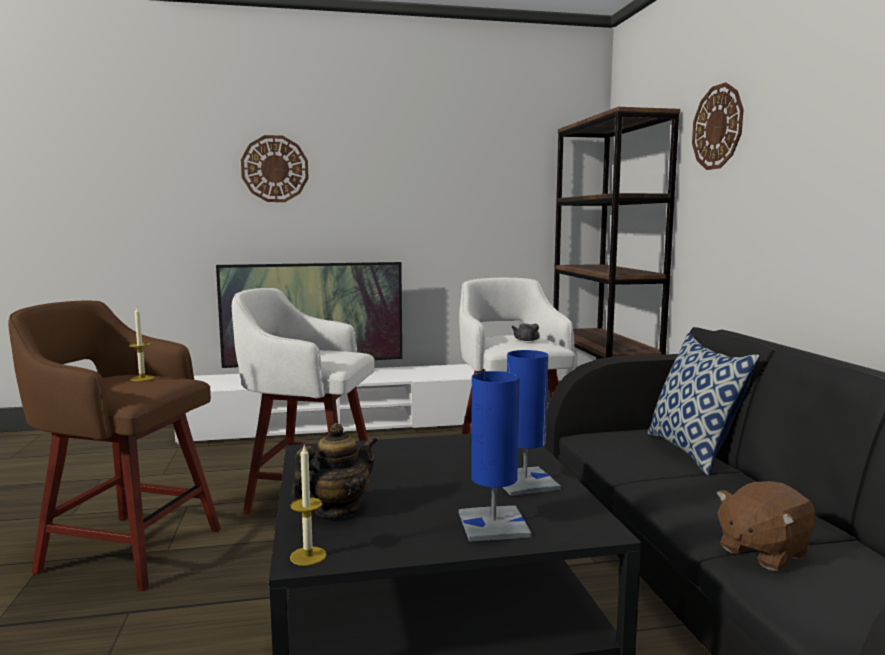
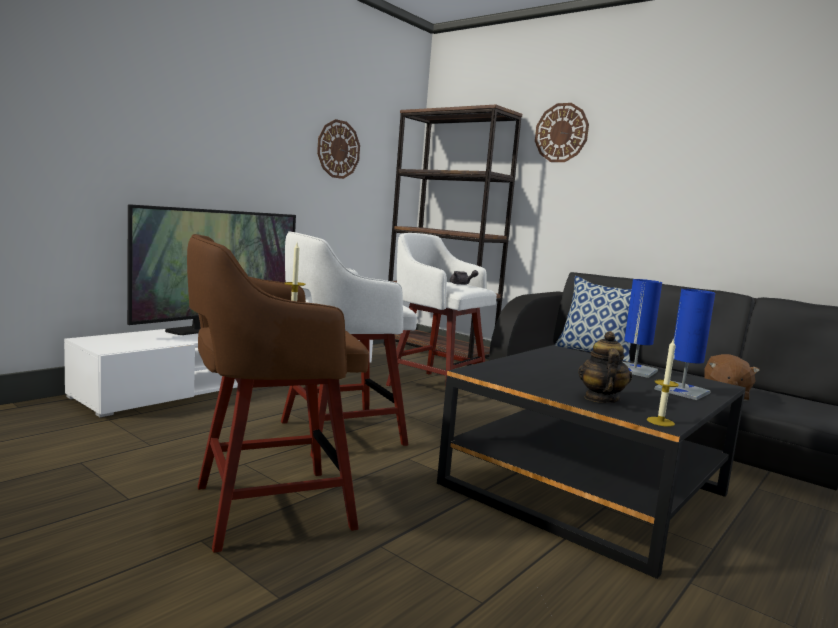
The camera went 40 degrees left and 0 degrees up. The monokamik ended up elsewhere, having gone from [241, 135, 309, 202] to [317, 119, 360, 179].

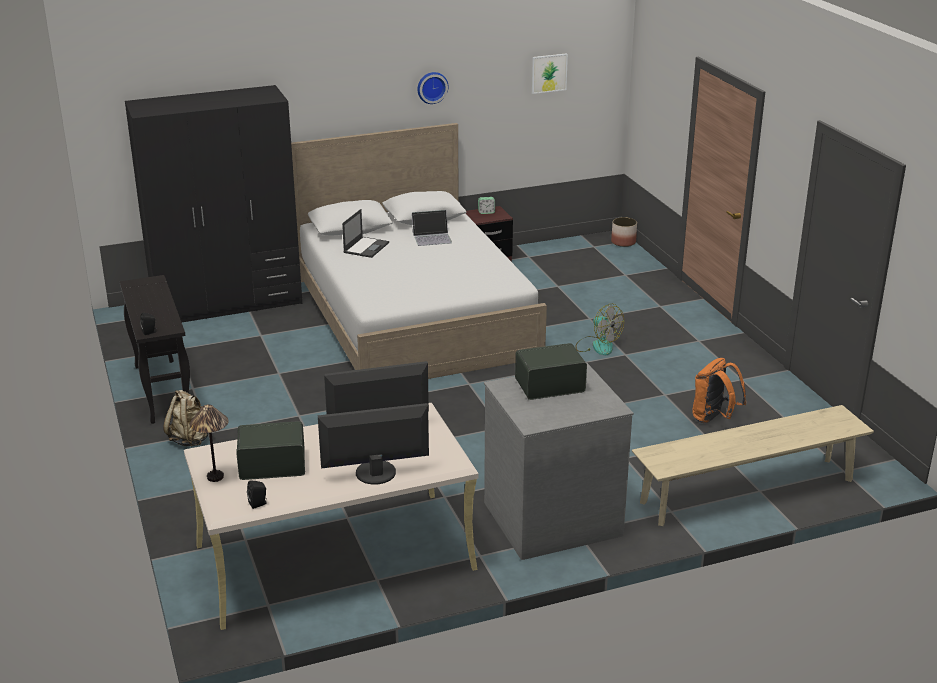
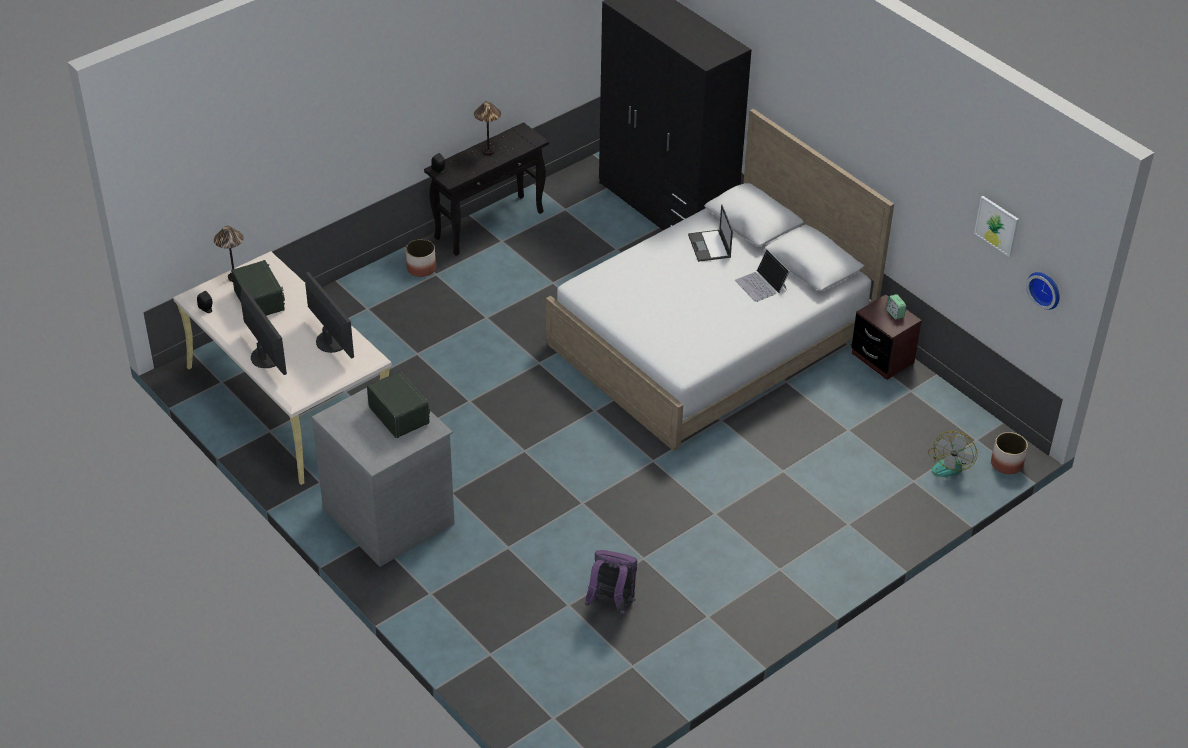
The camera went 70 degrees right and 15 degrees up. Where the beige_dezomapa stood at [163, 390, 208, 446], the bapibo came to stand at [406, 239, 436, 277]. The second view gained the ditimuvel at [474, 101, 501, 155]. What was the orange_dezomapa at [692, 358, 746, 423] turned into the purple_dezomapa at [585, 550, 637, 616]. The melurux at [342, 209, 389, 258] ended up facing another way, 75 degrees clockwise from before. The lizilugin ended up elsewhere, having gone from [576, 304, 624, 355] to [928, 431, 977, 477]. The monokamik ended up elsewhere, having gone from [417, 72, 449, 104] to [1026, 272, 1060, 310]. The second view lost the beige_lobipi at [632, 405, 874, 526].

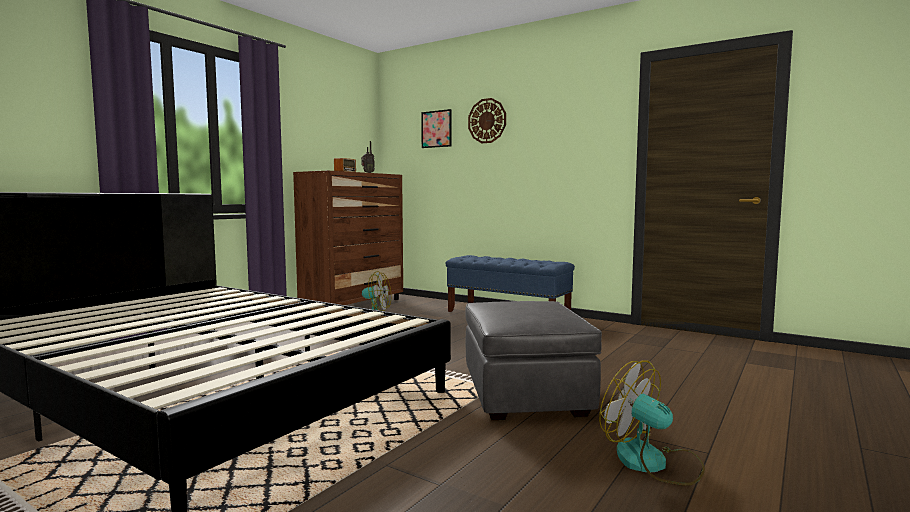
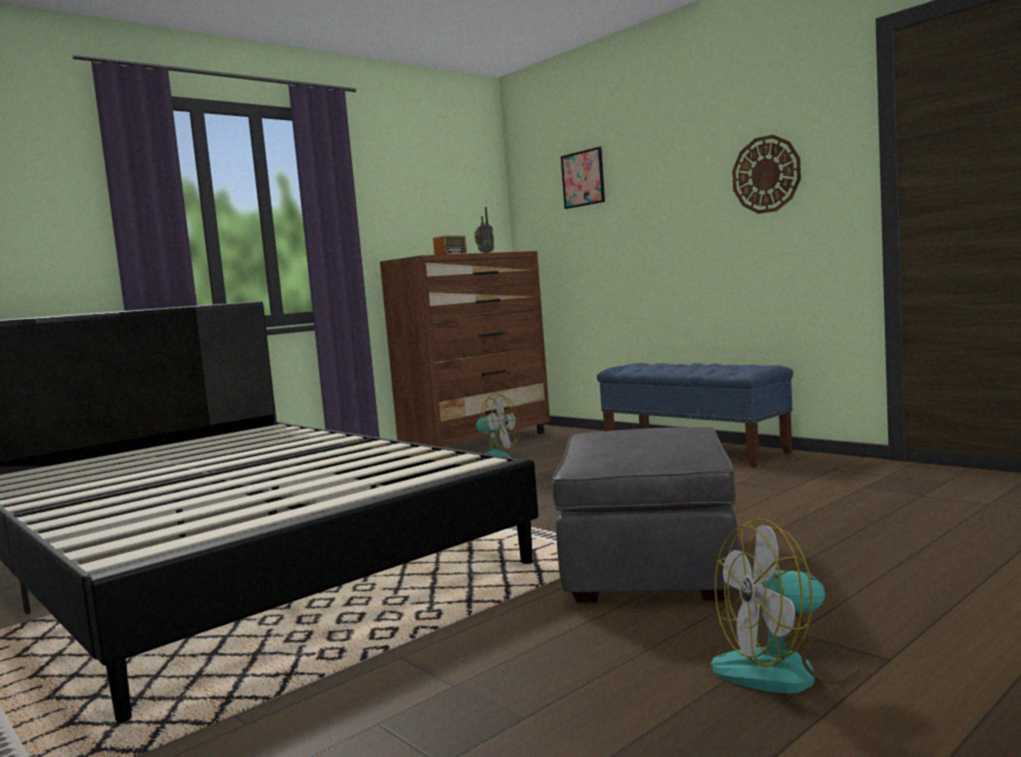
The camera went 15 degrees right and 0 degrees up. The lizilugin at [599, 360, 705, 486] ended up facing another way, 75 degrees counterclockwise from before. The monokamik ended up elsewhere, having gone from [468, 98, 506, 143] to [732, 135, 801, 214].

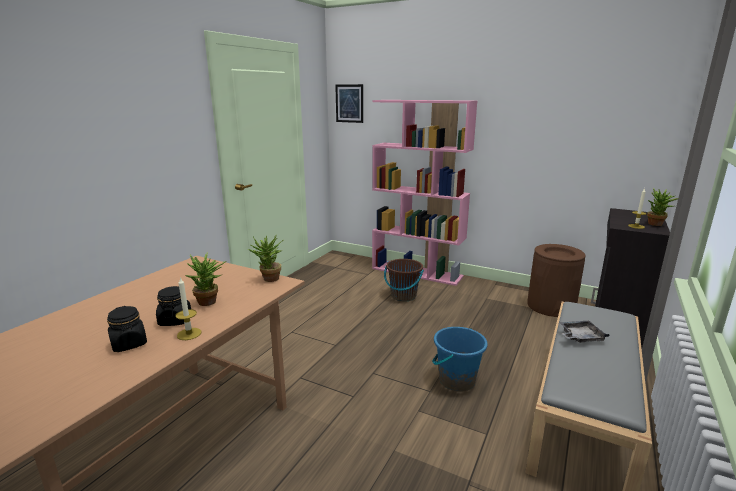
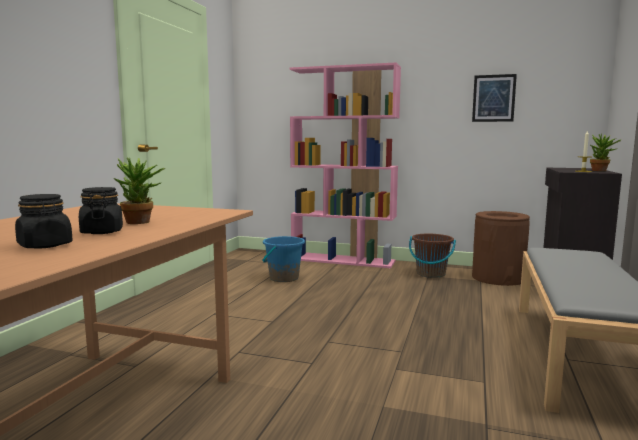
The camera went 10 degrees left and 10 degrees down. The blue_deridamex ended up elsewhere, having gone from [432, 327, 488, 392] to [262, 236, 305, 282]. The brown_deridamex ended up elsewhere, having gone from [384, 259, 424, 302] to [409, 234, 456, 278]. The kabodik ended up elsewhere, having gone from [335, 84, 363, 123] to [472, 74, 517, 122]. The second view lost the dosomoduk at [175, 277, 201, 340]. The second view lost the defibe at [248, 234, 283, 282]. The second view lost the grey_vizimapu at [559, 321, 610, 343].

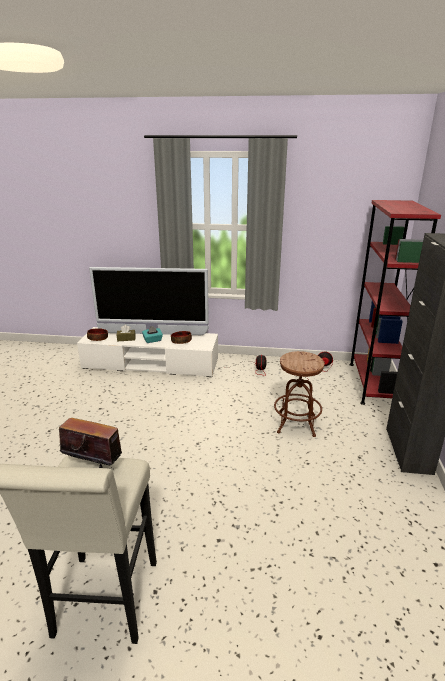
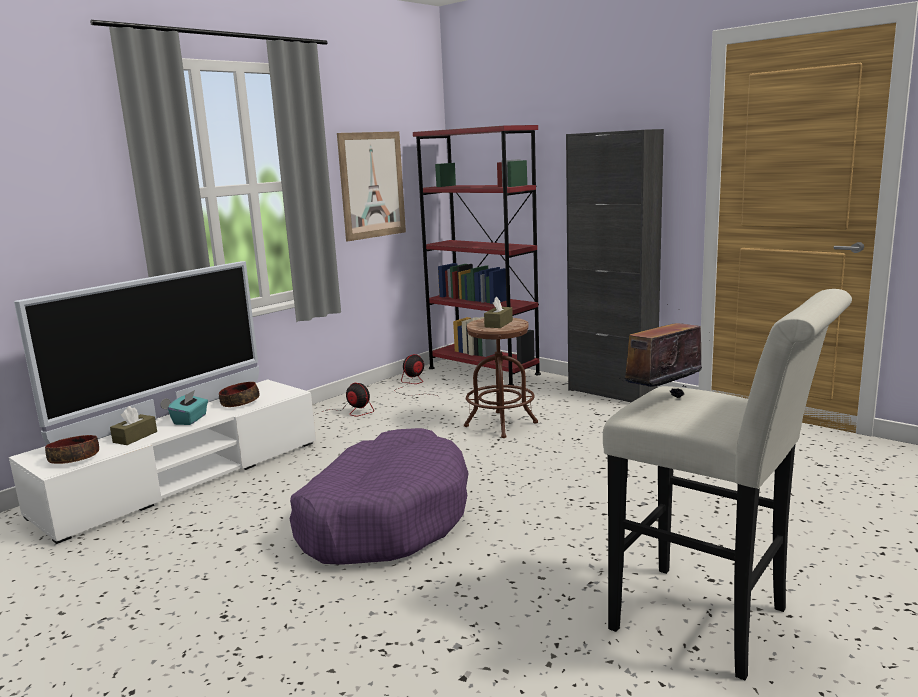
The camera went 55 degrees left and 10 degrees down. The second view gained the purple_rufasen at [289, 428, 469, 565]. The second view gained the kabodik at [337, 132, 406, 241]. The second view gained the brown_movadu at [484, 297, 513, 328].

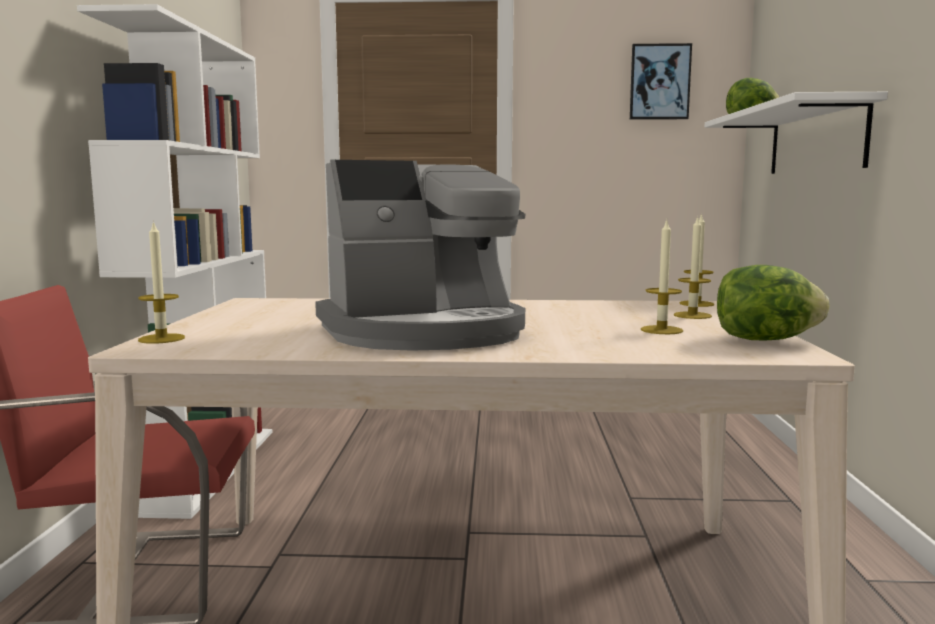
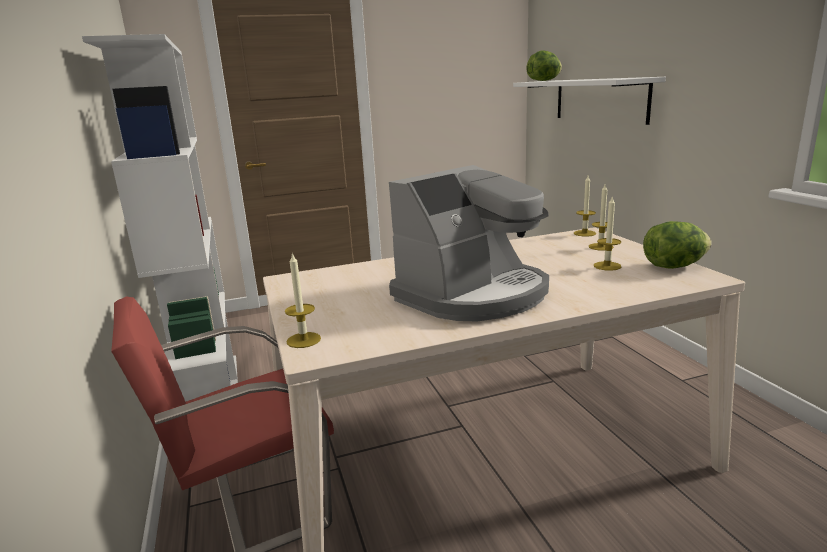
The camera went 20 degrees left and 10 degrees up. The second view lost the kabodik at [630, 43, 692, 120].

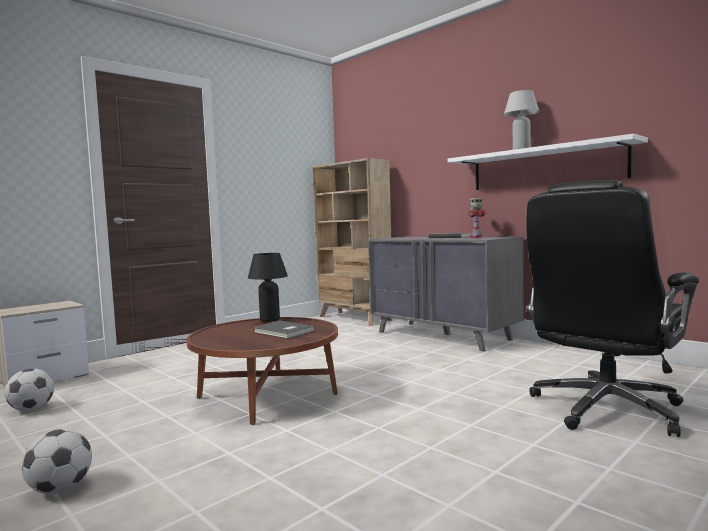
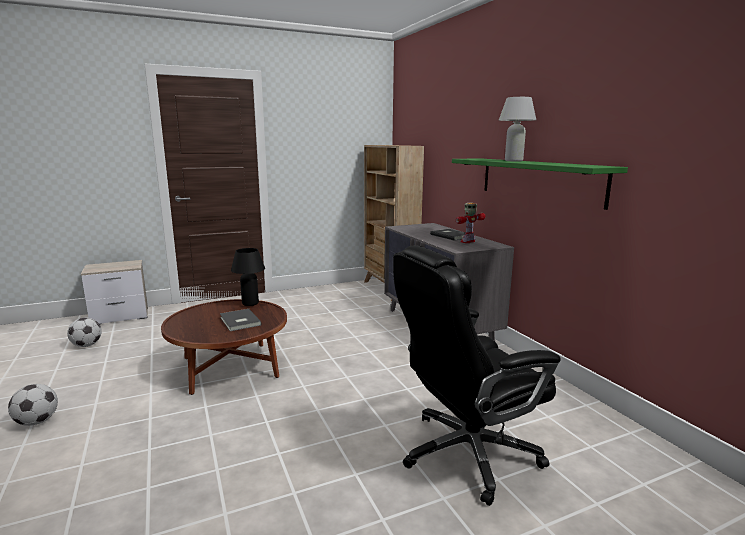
The camera went 20 degrees right and 10 degrees up. What was the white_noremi at [448, 134, 648, 190] turned into the green_noremi at [452, 158, 628, 210].

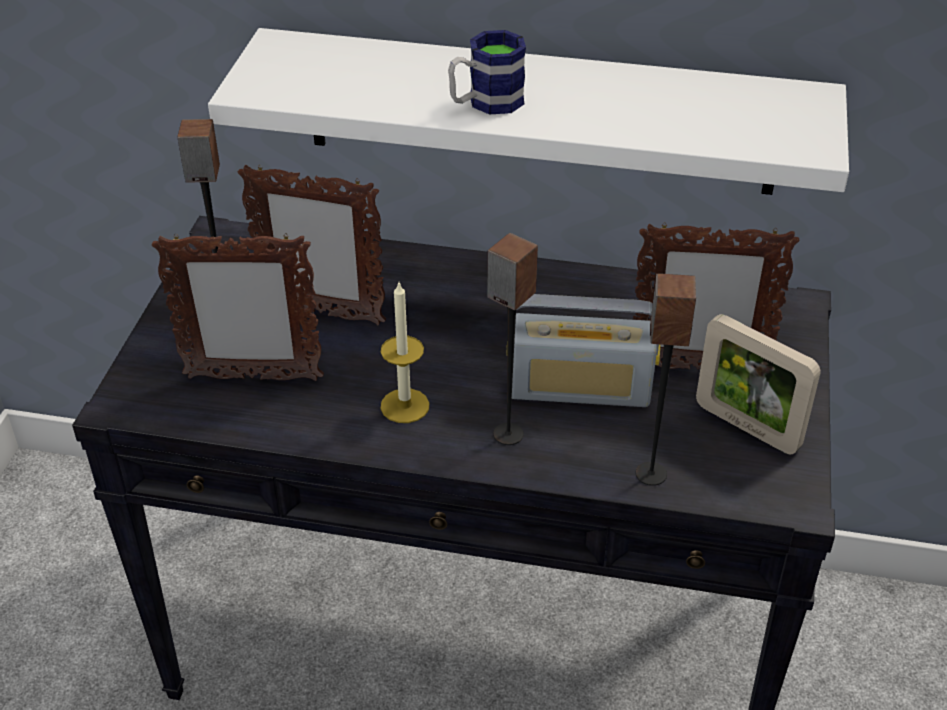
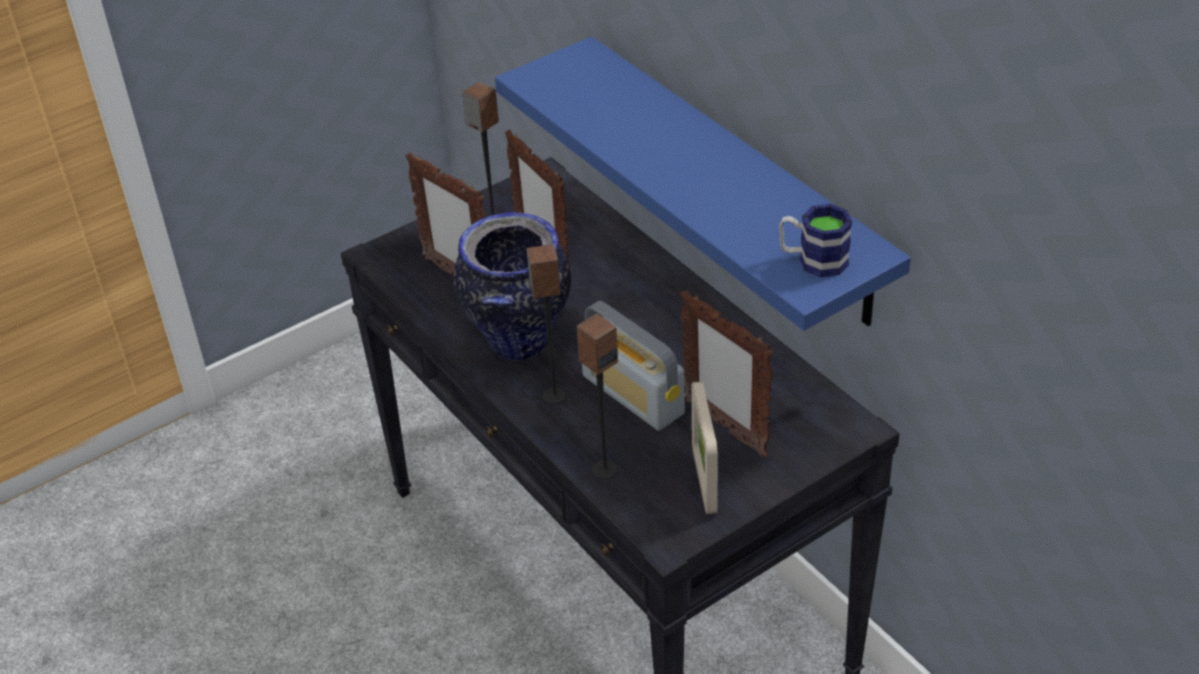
The camera went 45 degrees right and 0 degrees up. Where the dosomoduk stood at [381, 283, 429, 423], the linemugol came to stand at [454, 212, 571, 360]. What was the white_noremi at [208, 28, 849, 195] turned into the blue_noremi at [495, 36, 911, 331]. The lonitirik ended up elsewhere, having gone from [448, 30, 526, 114] to [779, 204, 852, 278].

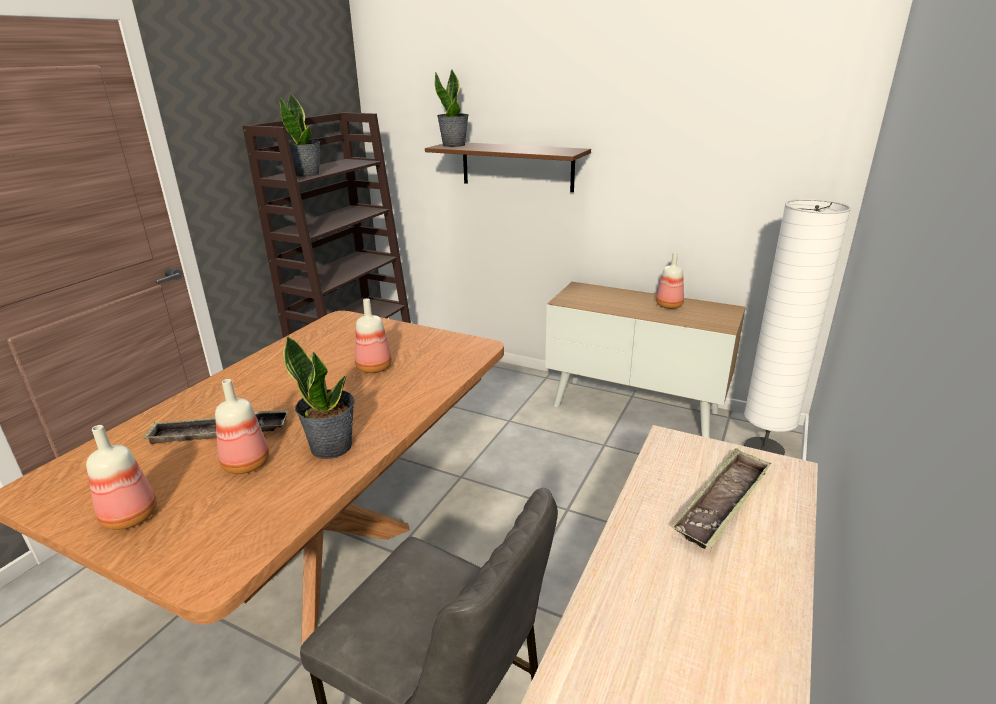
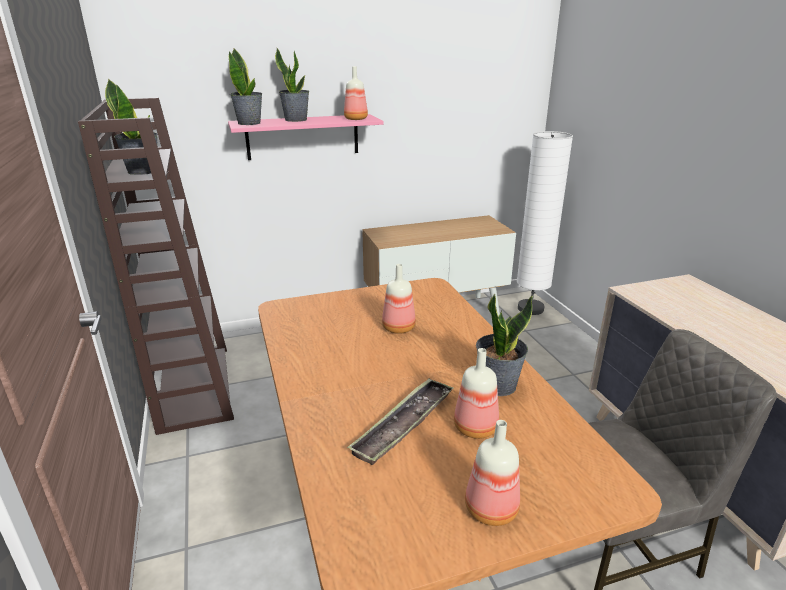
The camera went 45 degrees left and 0 degrees up. What was the brown_noremi at [425, 142, 591, 192] turned into the pink_noremi at [228, 114, 384, 160]. The second view gained the defibe at [275, 48, 309, 122]. The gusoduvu ended up elsewhere, having gone from [656, 252, 684, 309] to [344, 66, 368, 120]. The second view lost the vizimapu at [672, 448, 771, 549].

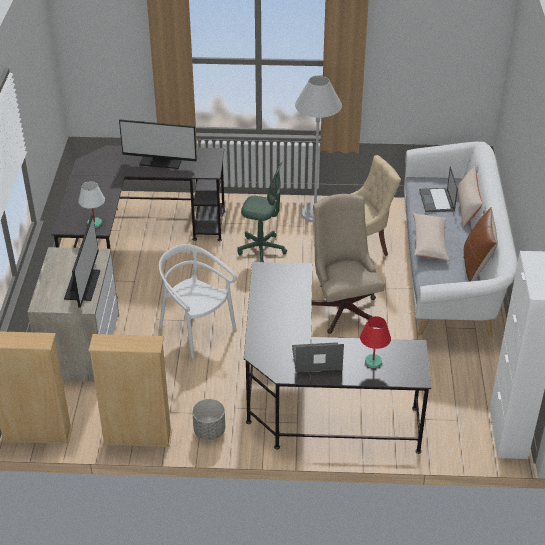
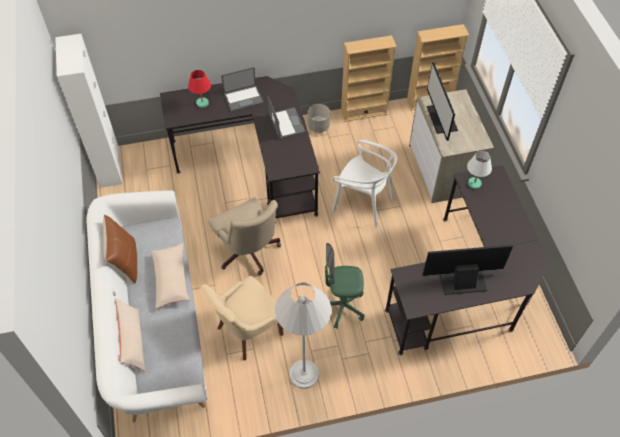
The camera went 165 degrees right and 15 degrees up. The melurux ended up elsewhere, having gone from [419, 167, 458, 212] to [268, 96, 306, 139].

